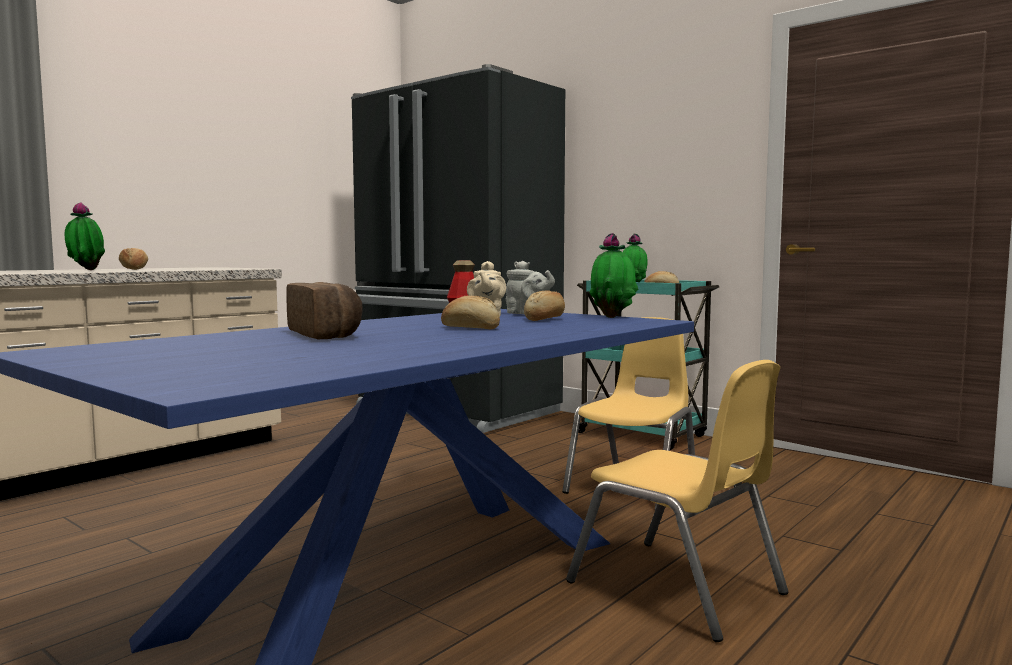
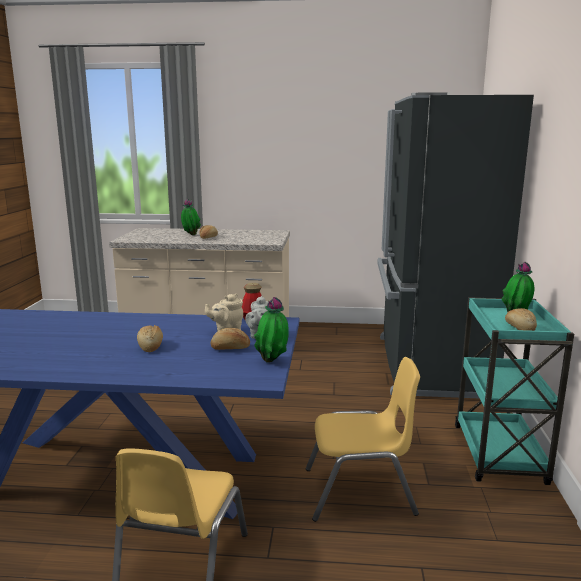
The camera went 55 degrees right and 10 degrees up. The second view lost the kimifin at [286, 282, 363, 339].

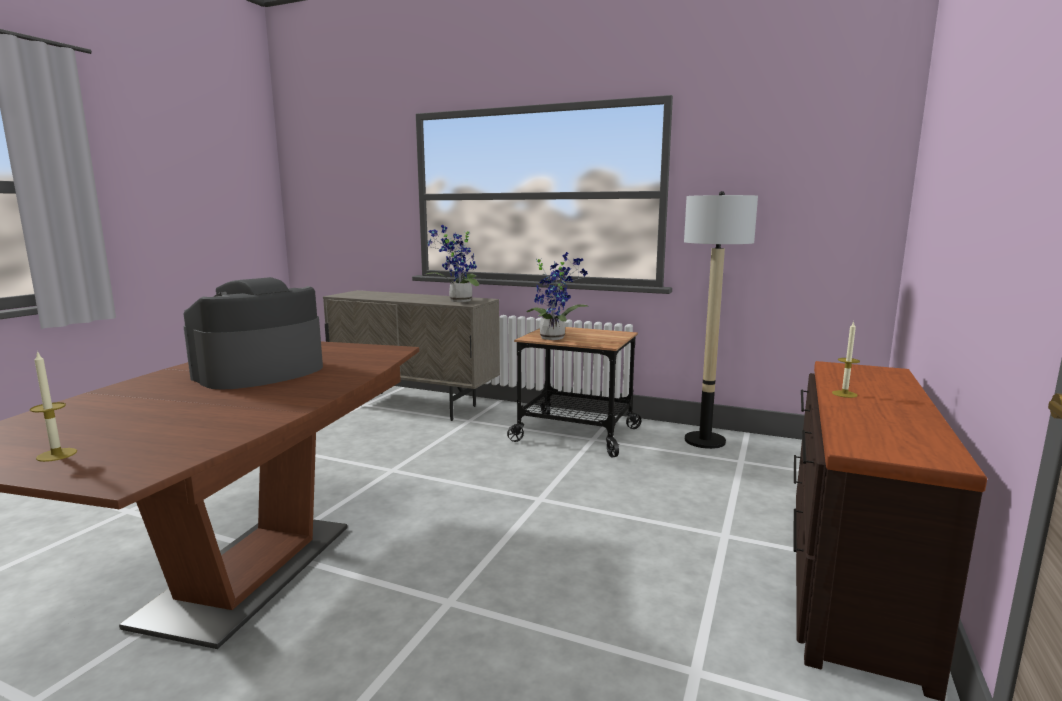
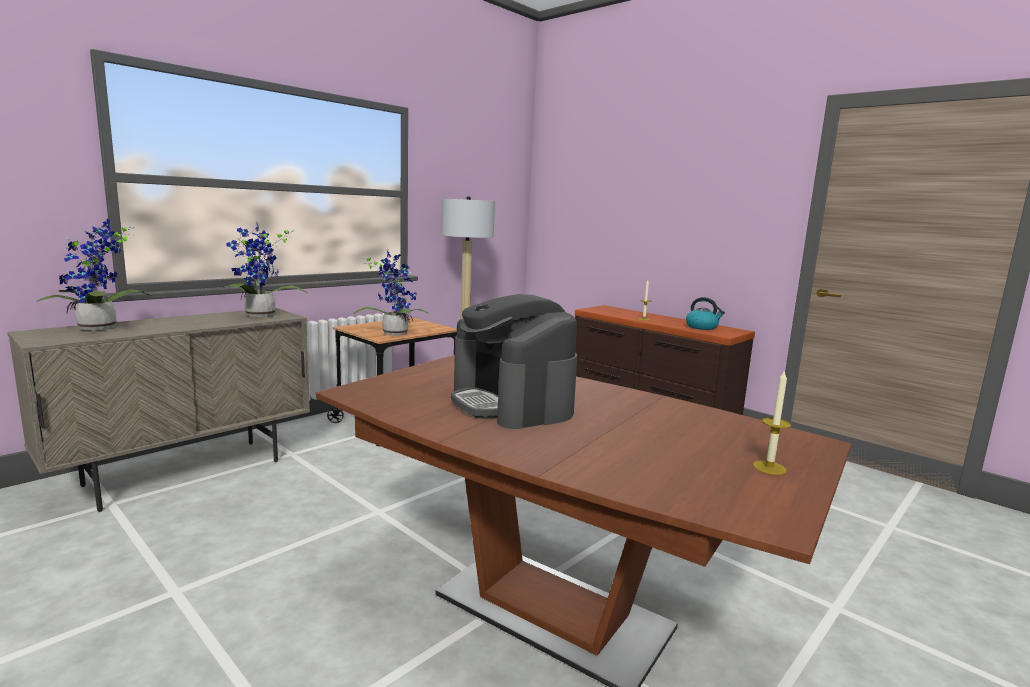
The camera went 70 degrees left and 0 degrees up. The second view gained the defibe at [37, 219, 152, 331]. The second view gained the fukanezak at [686, 297, 725, 330].

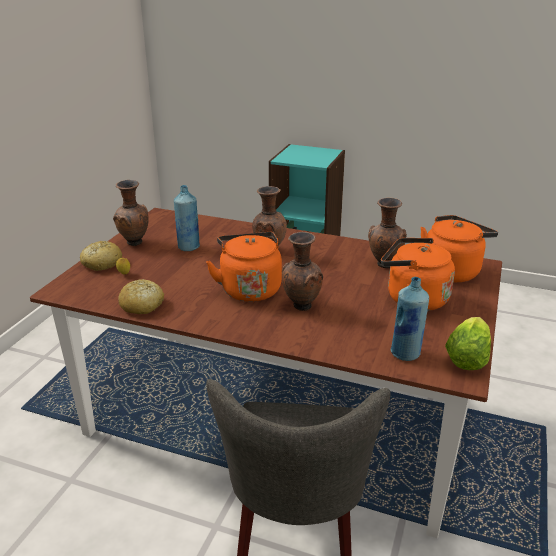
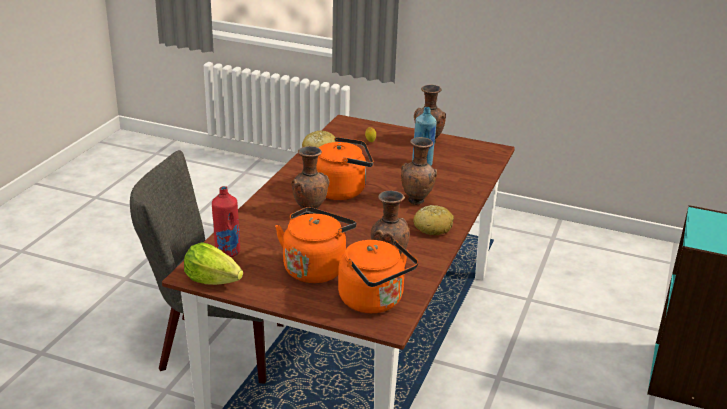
The camera went 90 degrees right and 0 degrees up. What was the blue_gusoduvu at [391, 277, 429, 361] turned into the red_gusoduvu at [212, 186, 240, 257]. The kimifin ended up elsewhere, having gone from [80, 241, 122, 271] to [413, 205, 454, 235].

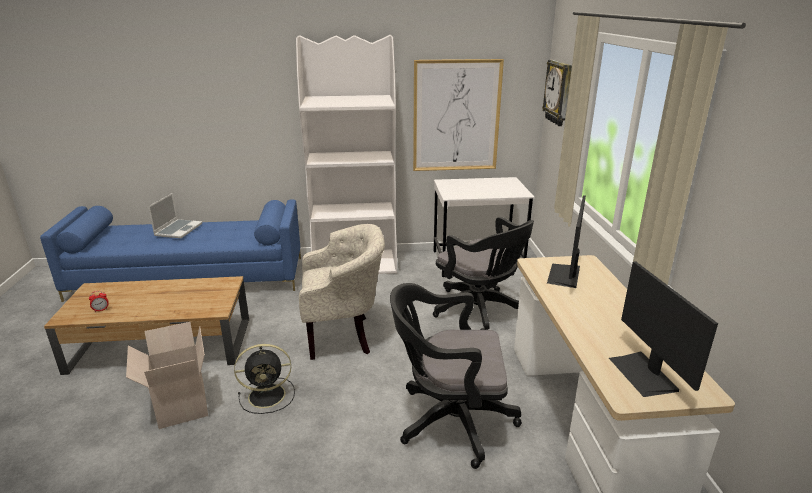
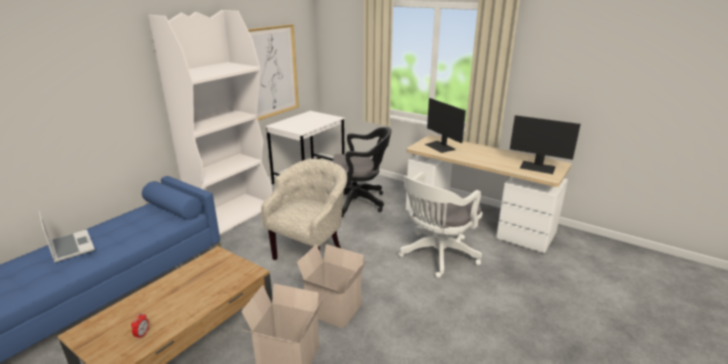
The camera went 50 degrees left and 0 degrees up. Where the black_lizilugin stood at [234, 344, 295, 414], the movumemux came to stand at [296, 244, 367, 329]. What was the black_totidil at [390, 283, 522, 469] turned into the white_totidil at [398, 172, 483, 278]. The second view lost the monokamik at [542, 60, 572, 126].

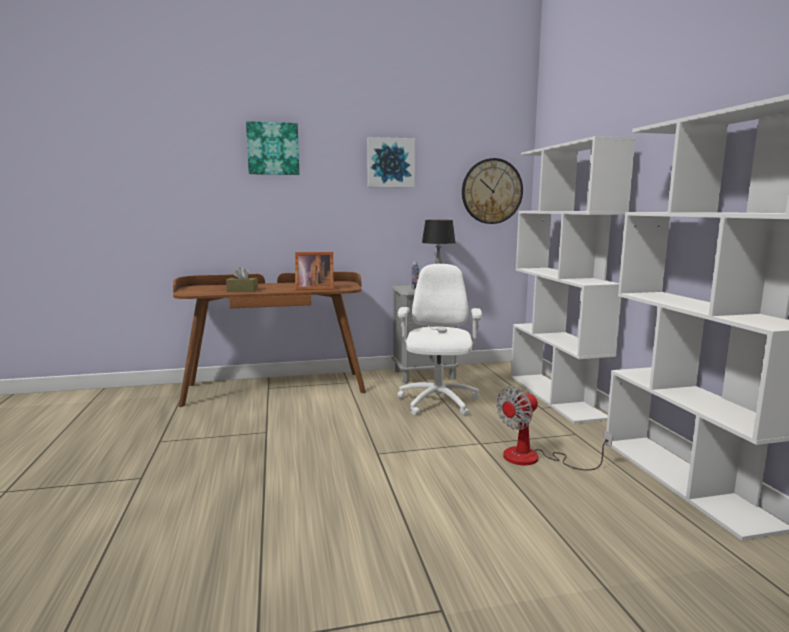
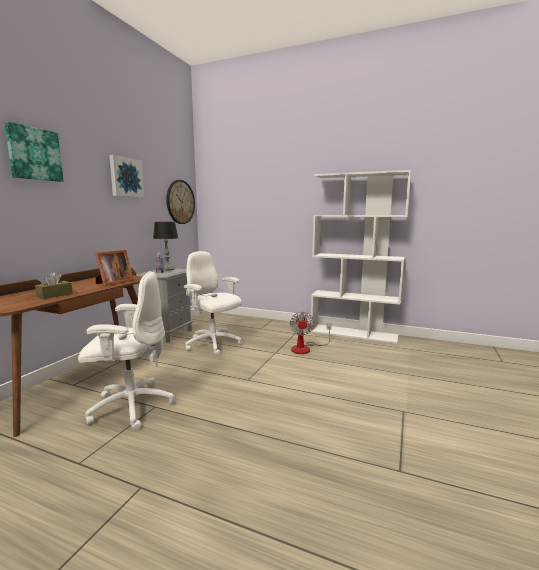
The camera went 55 degrees left and 0 degrees up. The second view gained the white_totidil at [78, 271, 176, 430]. The second view lost the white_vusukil at [511, 136, 636, 424].

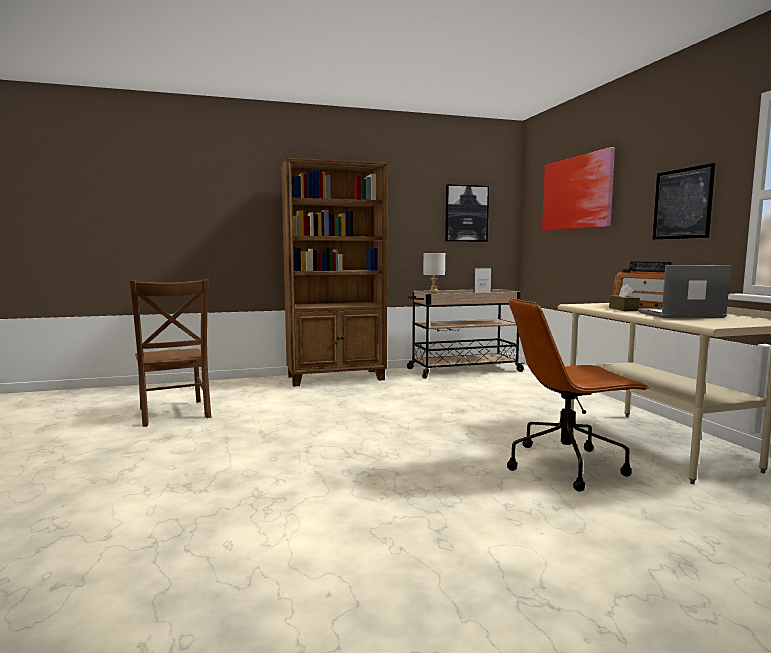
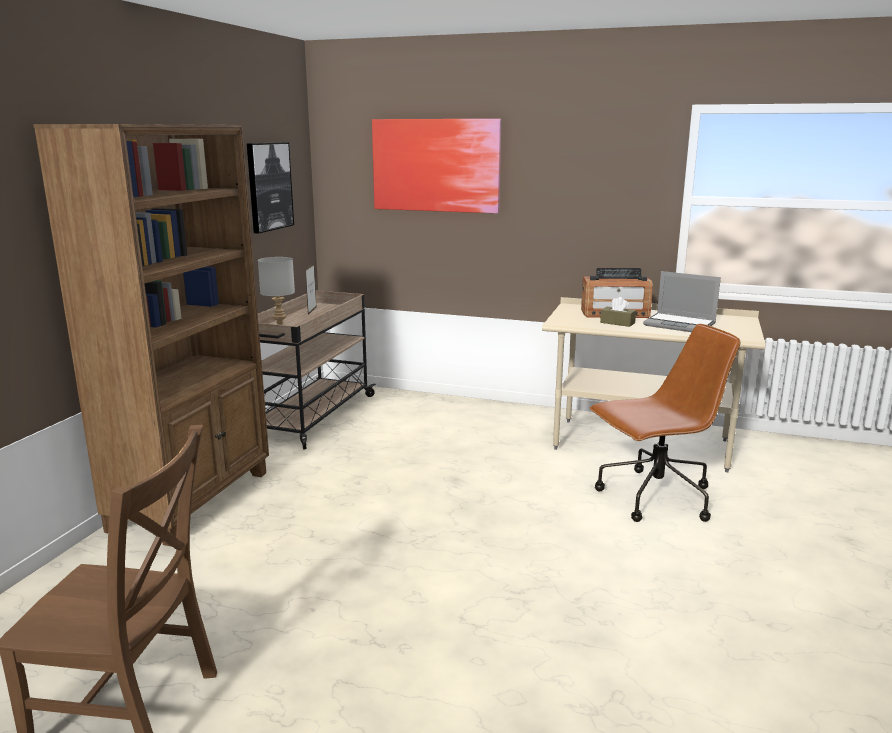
The camera went 55 degrees left and 10 degrees up. The brown_totidil at [507, 298, 649, 492] ended up facing another way, 135 degrees counterclockwise from before. The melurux at [638, 265, 731, 318] ended up facing another way, 90 degrees counterclockwise from before. The second view lost the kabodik at [653, 163, 715, 239].

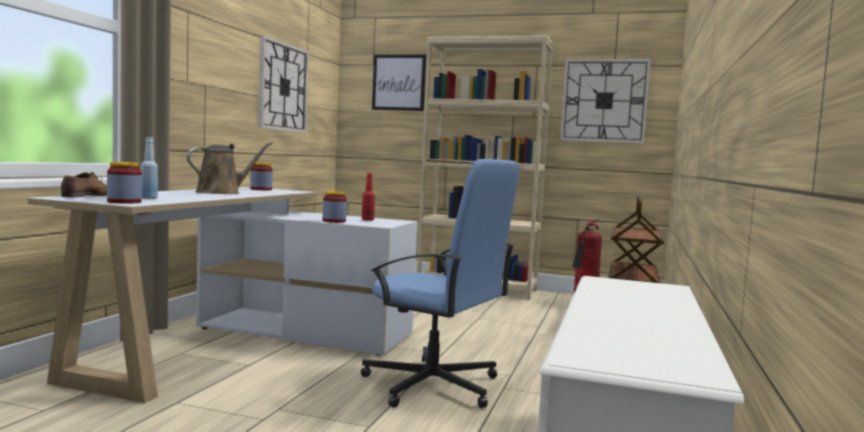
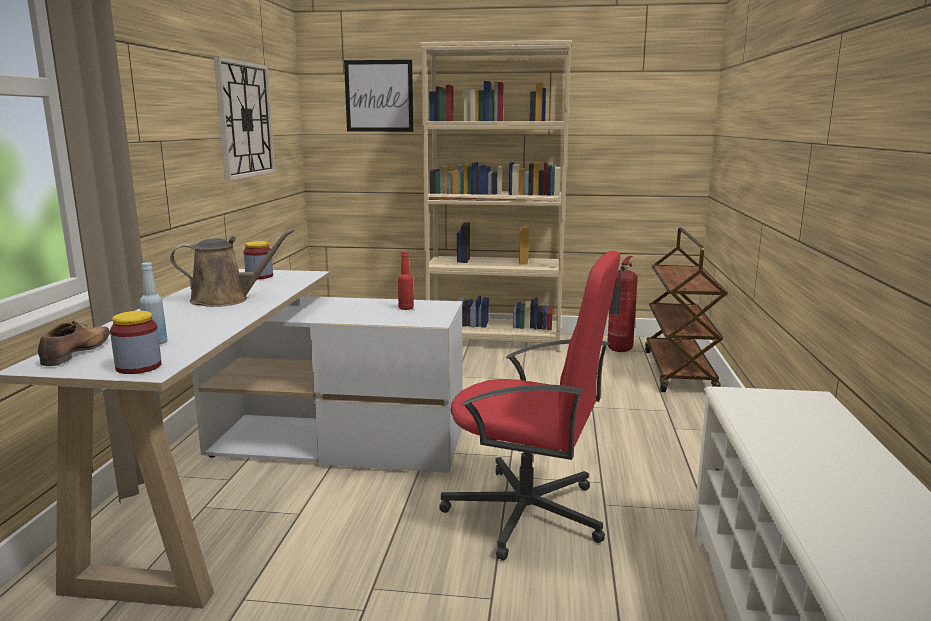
The camera went 10 degrees left and 10 degrees up. The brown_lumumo at [186, 142, 273, 194] ended up facing another way, 45 degrees clockwise from before. What was the blue_totidil at [361, 159, 519, 408] turned into the red_totidil at [439, 251, 621, 561]. The second view lost the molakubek at [323, 191, 347, 223]. The second view lost the monokamik at [560, 59, 651, 143].

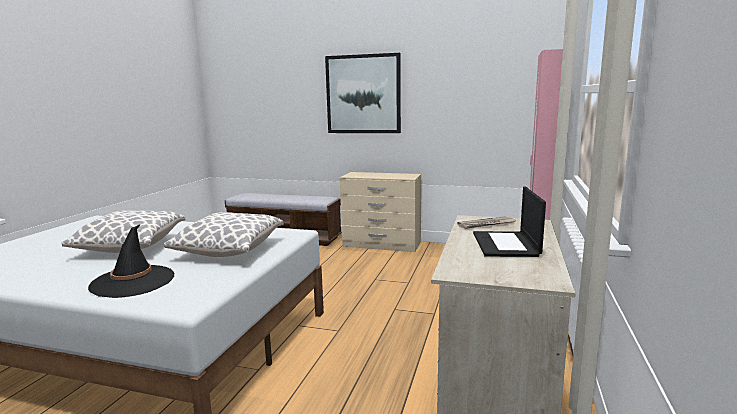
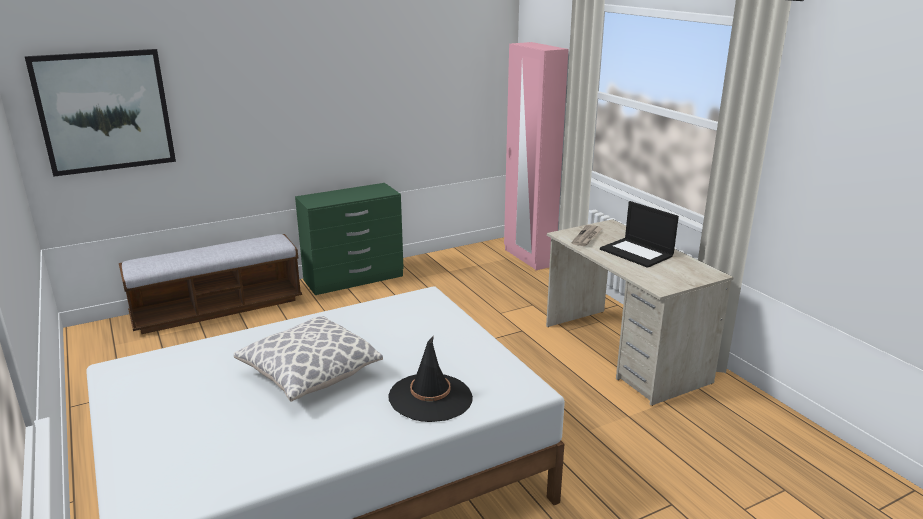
The camera went 45 degrees left and 10 degrees up. The kabodik ended up elsewhere, having gone from [325, 53, 401, 133] to [25, 49, 176, 177]. What was the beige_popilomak at [340, 172, 421, 252] turned into the green_popilomak at [295, 183, 404, 295]. The second view lost the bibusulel at [164, 212, 284, 257].

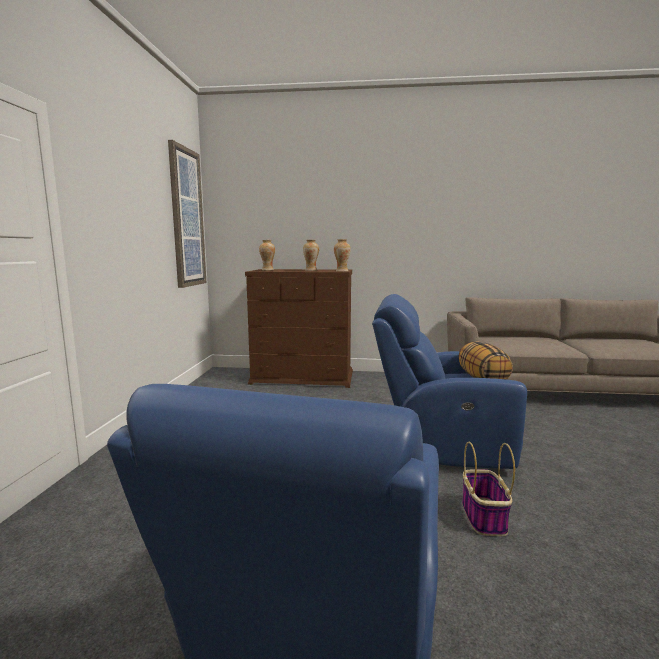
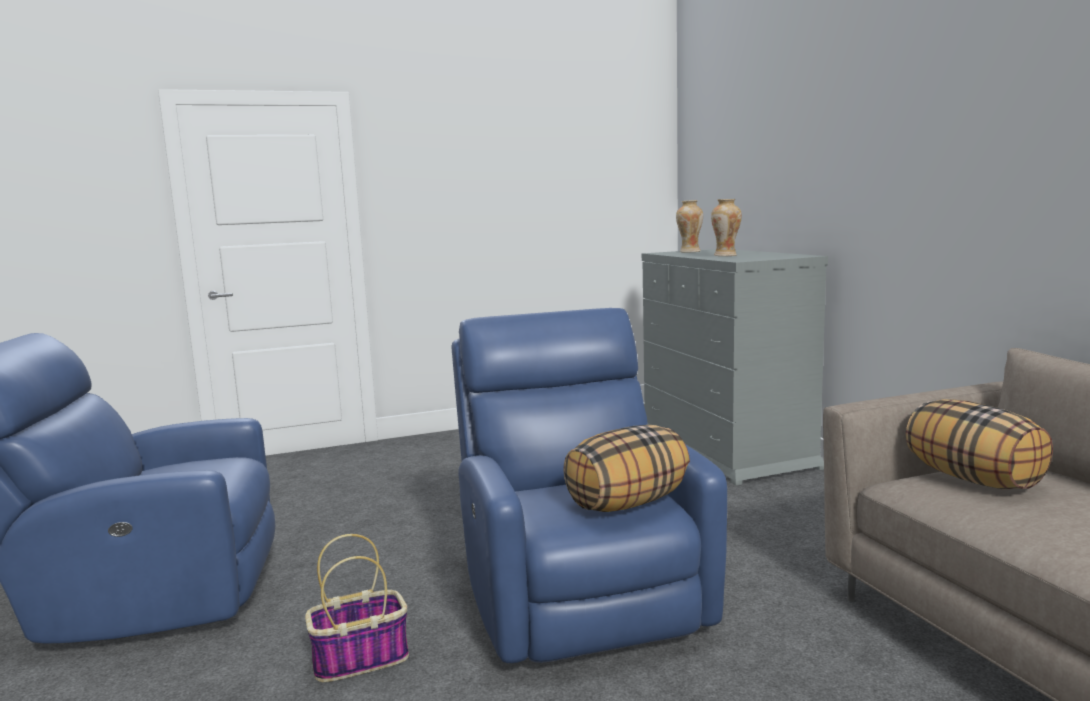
The camera went 65 degrees right and 0 degrees up. What was the brown_popilomak at [245, 269, 353, 388] turned into the grey_popilomak at [642, 249, 828, 485]. The second view gained the bibusulel at [906, 399, 1053, 490]. The second view lost the kabodik at [168, 140, 207, 288]. The second view lost the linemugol at [334, 239, 351, 272].

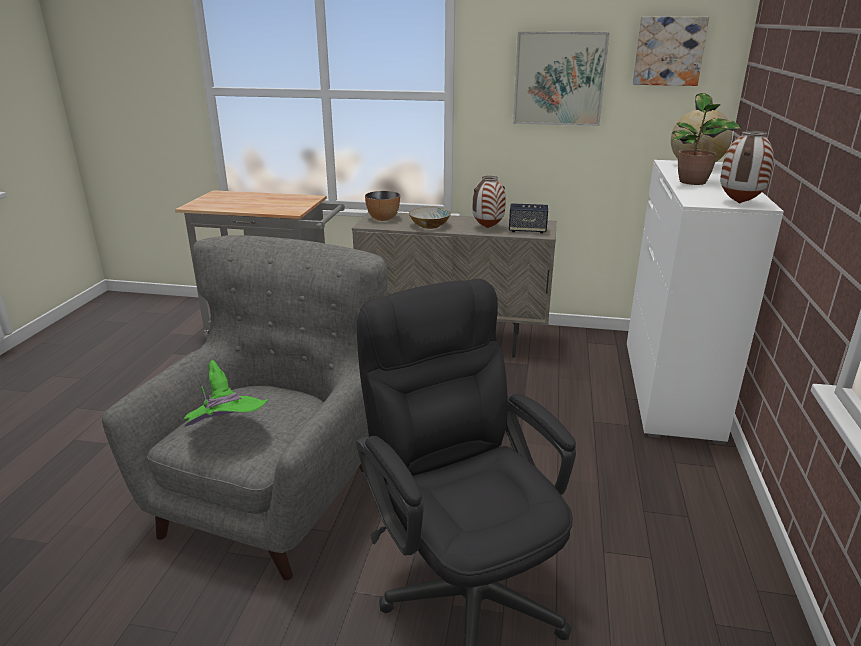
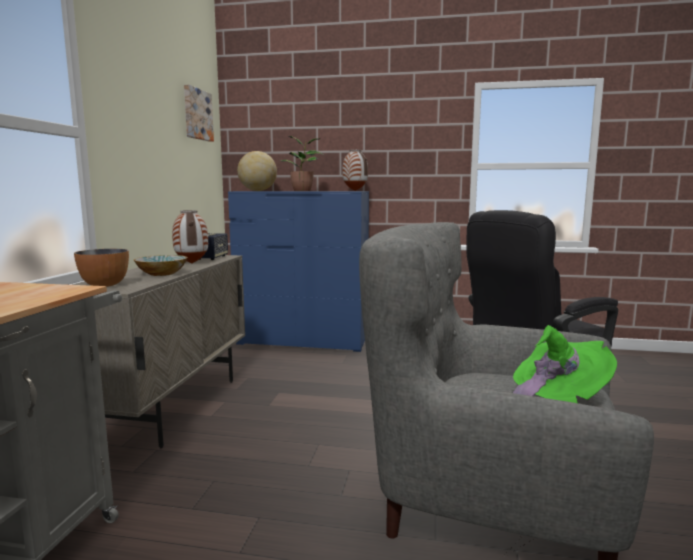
The camera went 90 degrees left and 15 degrees down. What was the white_popilomak at [627, 160, 784, 445] turned into the blue_popilomak at [228, 191, 369, 352]. The second view lost the kabodik at [513, 32, 610, 126].

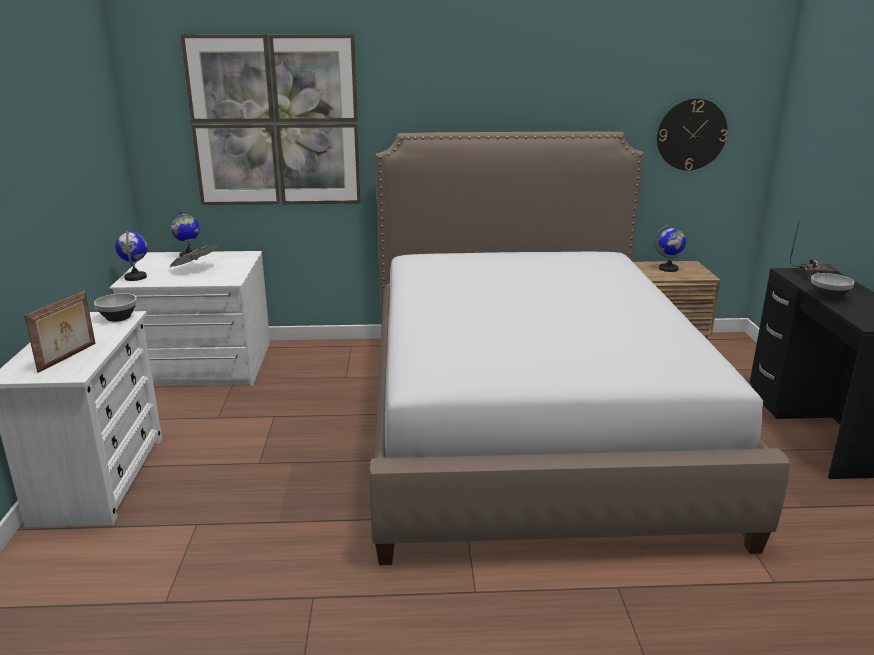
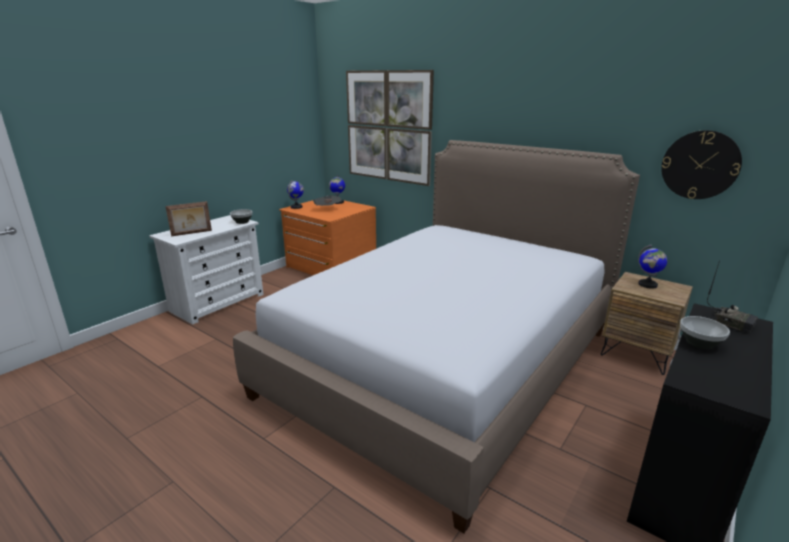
The camera went 40 degrees right and 0 degrees up. What was the white_popilomak at [110, 251, 270, 386] turned into the orange_popilomak at [279, 200, 376, 275].

